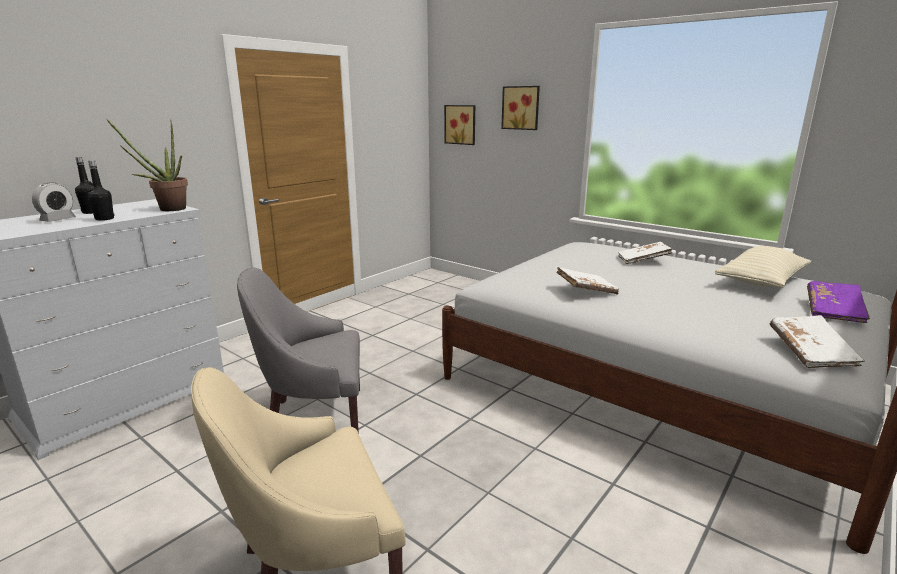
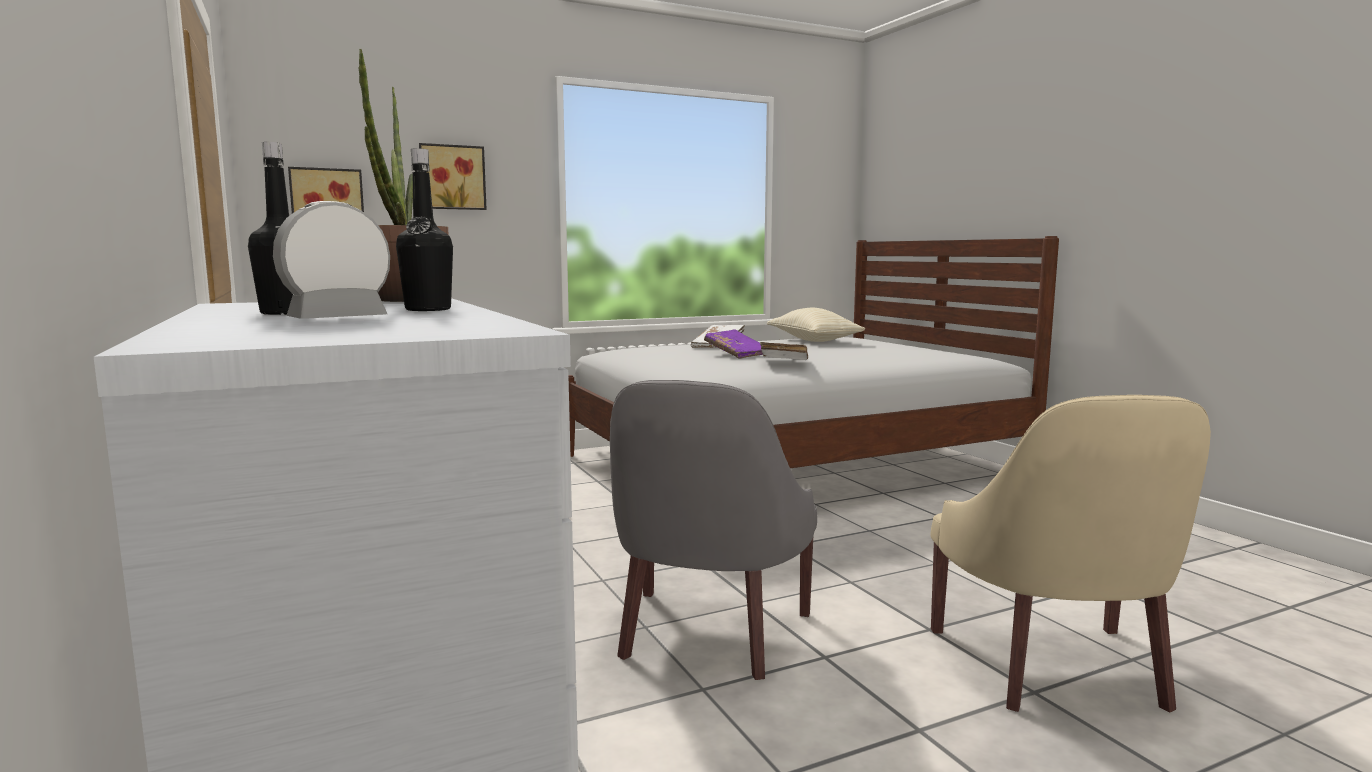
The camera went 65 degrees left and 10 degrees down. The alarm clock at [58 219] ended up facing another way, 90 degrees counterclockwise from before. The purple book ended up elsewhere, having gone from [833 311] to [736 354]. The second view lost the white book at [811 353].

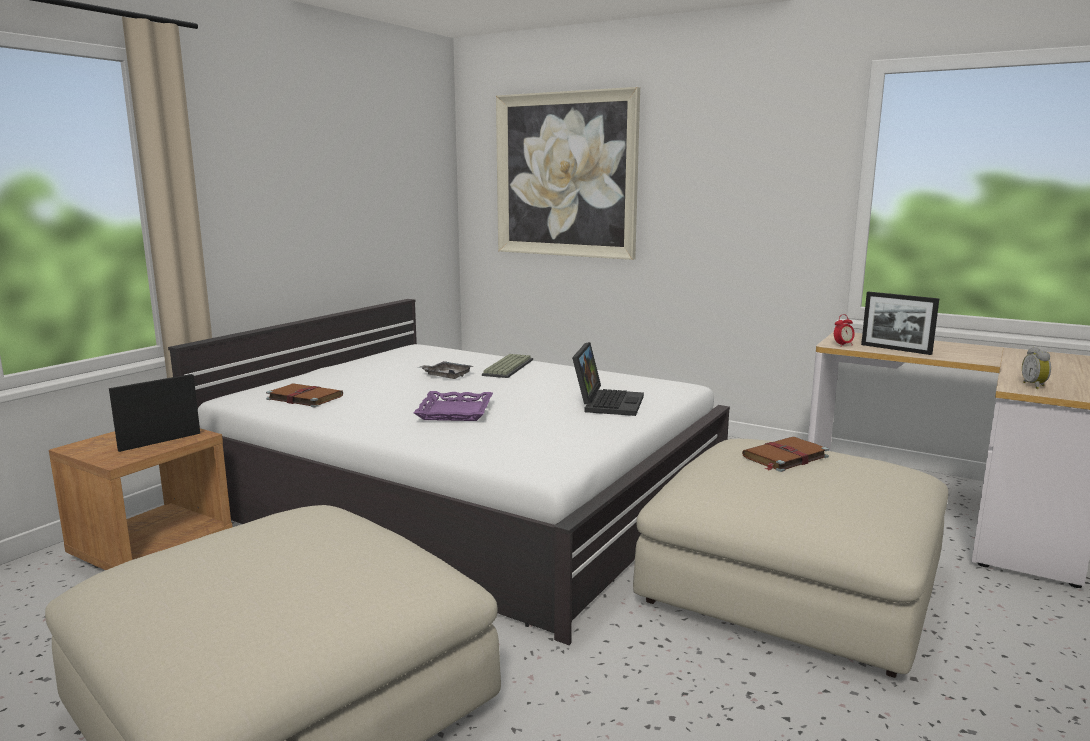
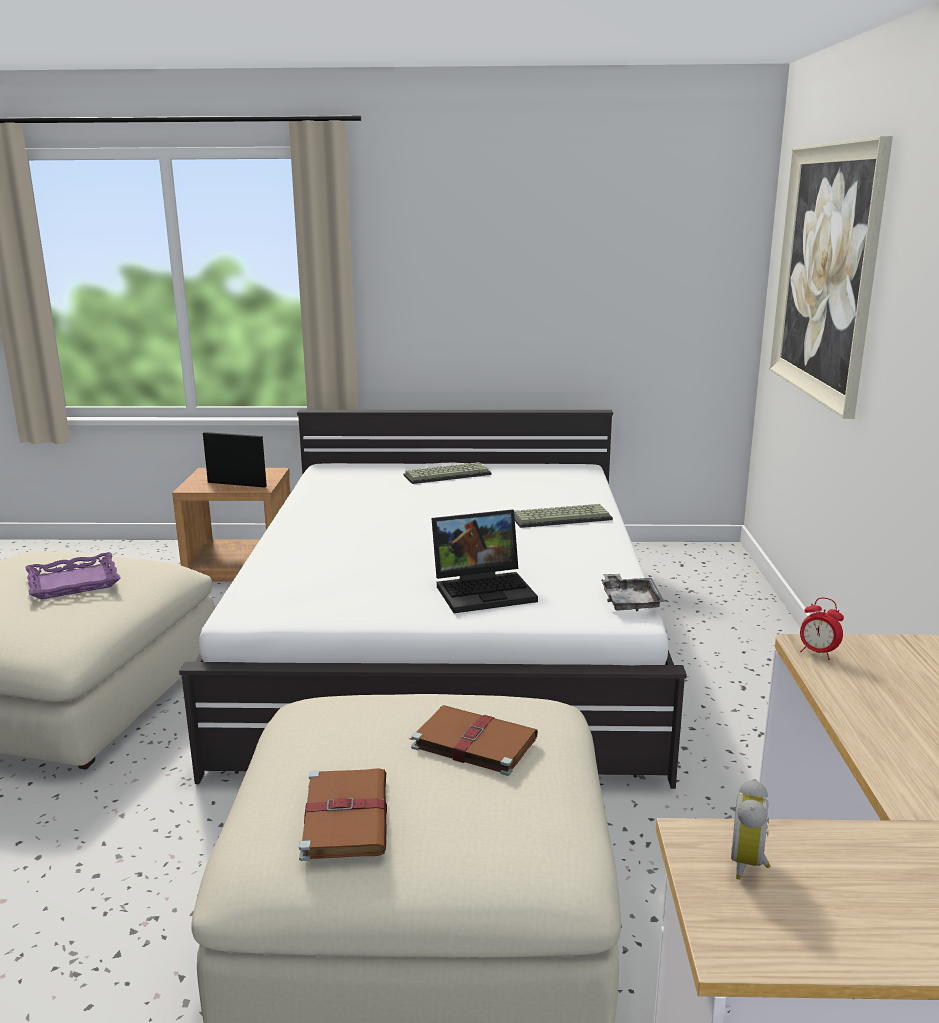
The camera went 60 degrees right and 5 degrees up. The purple tray ended up elsewhere, having gone from [455 412] to [73 582]. The brown book ended up elsewhere, having gone from [303 397] to [345 815]. The second view gained the keyboard at [447 474]. The grey tray ended up elsewhere, having gone from [446 376] to [629 601]. The alarm clock at [1035 386] ended up facing another way, 45 degrees counterclockwise from before. The second view lost the picture frame at [895 349].

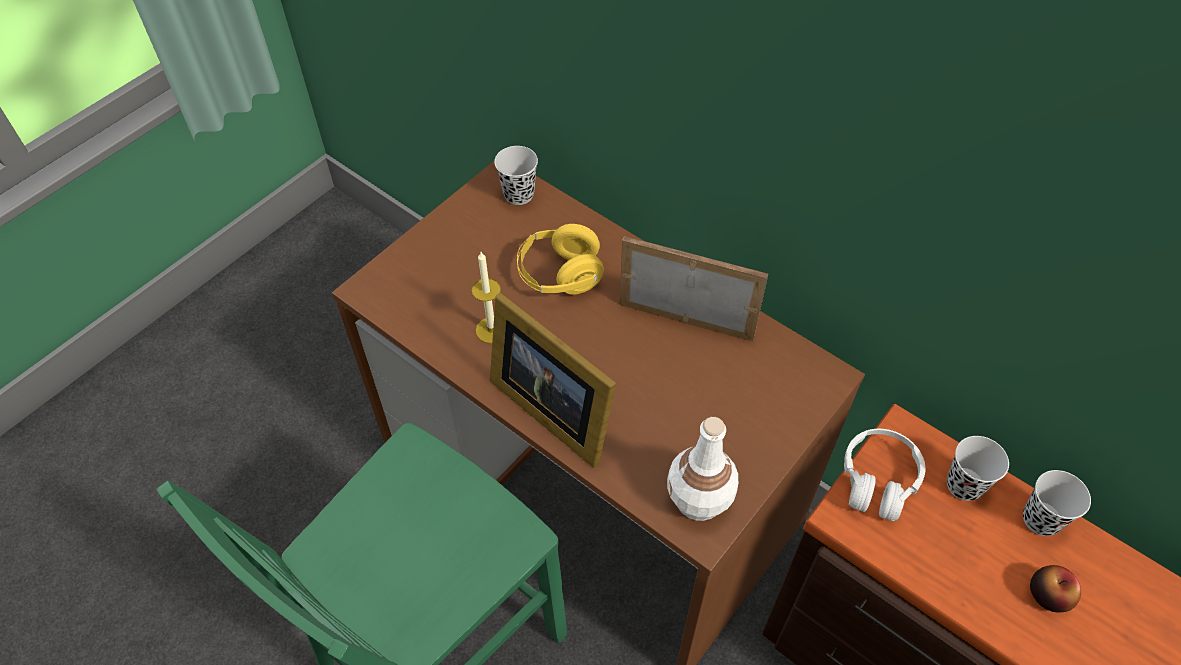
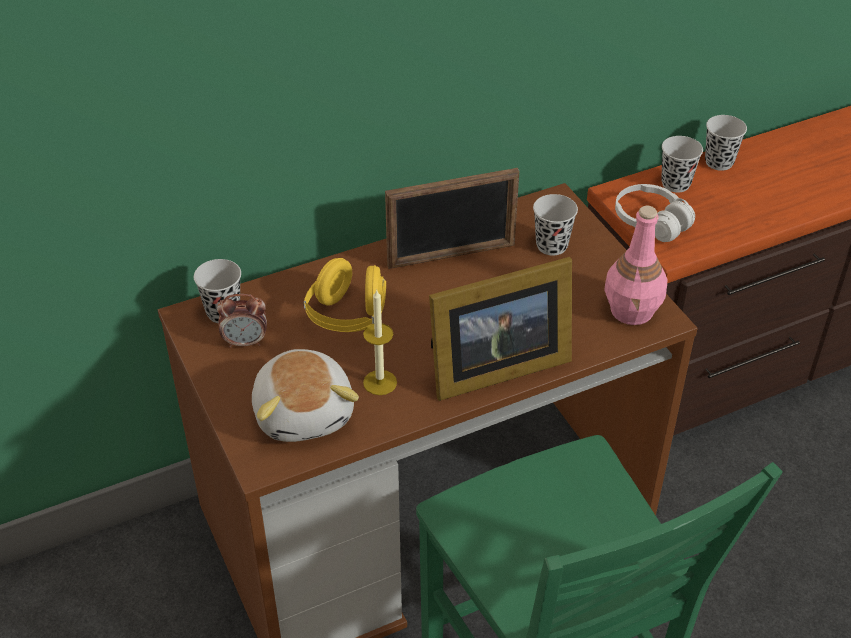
The camera went 65 degrees left and 10 degrees down. The second view gained the alarm clock at [245 342]. The second view gained the plush toy at [305 412]. The picture frame at [686 319] ended up facing another way, 150 degrees counterclockwise from before. The second view gained the black cup at [551 245]. What was the white bottle at [699 500] turned into the pink bottle at [632 310]. The second view lost the apple at [1048 595].

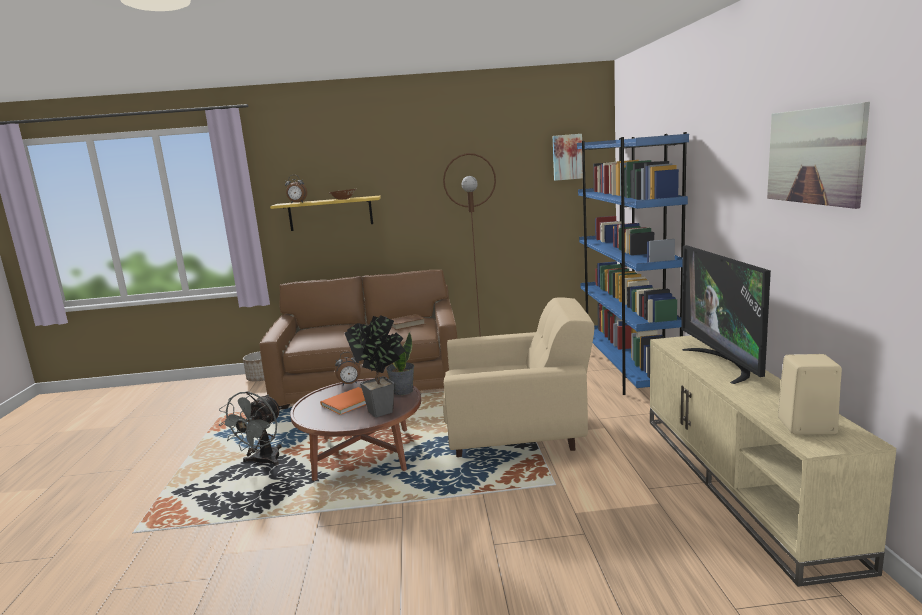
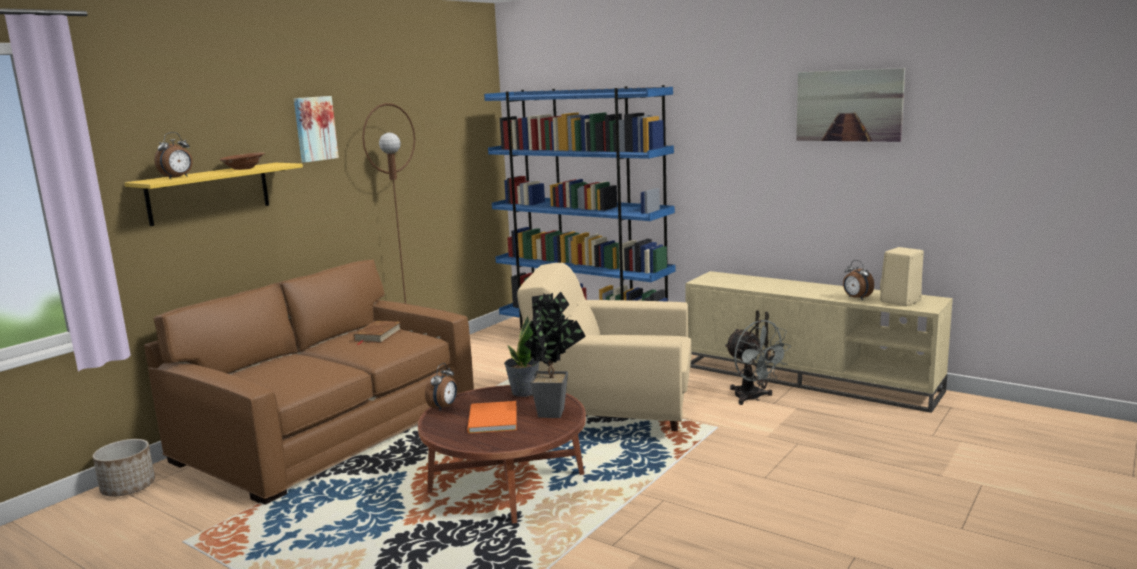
The camera went 50 degrees left and 0 degrees up. The picture ended up elsewhere, having gone from [567 157] to [314 128]. The beige armchair at [517 435] ended up facing another way, 120 degrees counterclockwise from before. The grey fan ended up elsewhere, having gone from [262 462] to [753 398]. The second view gained the alarm clock at [856 298]. The second view lost the television at [724 364].

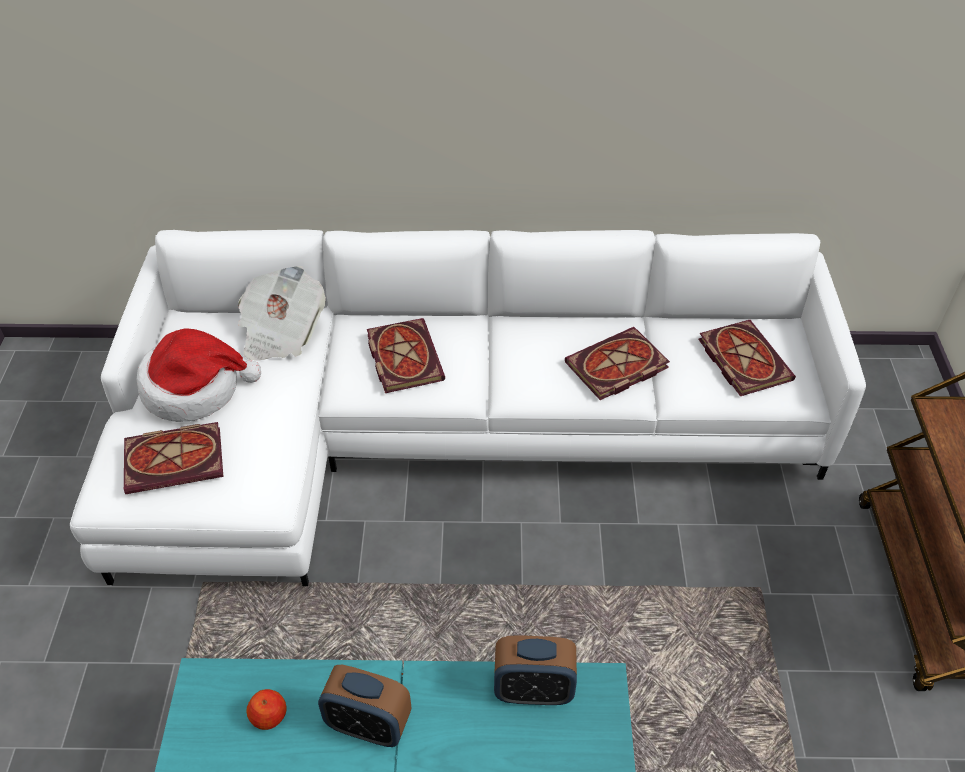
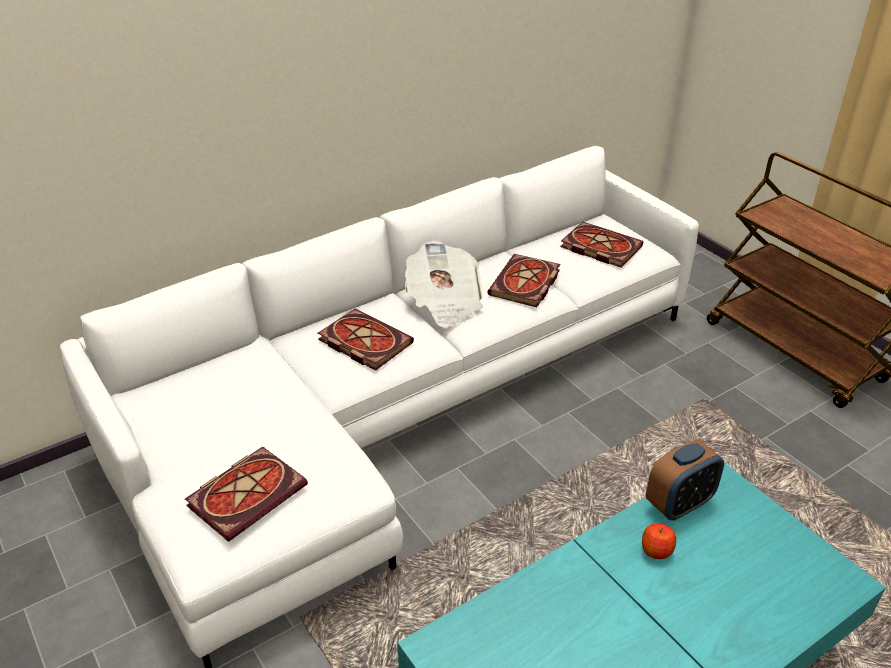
The camera went 35 degrees left and 10 degrees down. The newspaper ended up elsewhere, having gone from [281 331] to [444 302]. The apple ended up elsewhere, having gone from [269 716] to [656 550]. The second view lost the hat at [195 388]. The second view lost the alarm clock at [368 724].

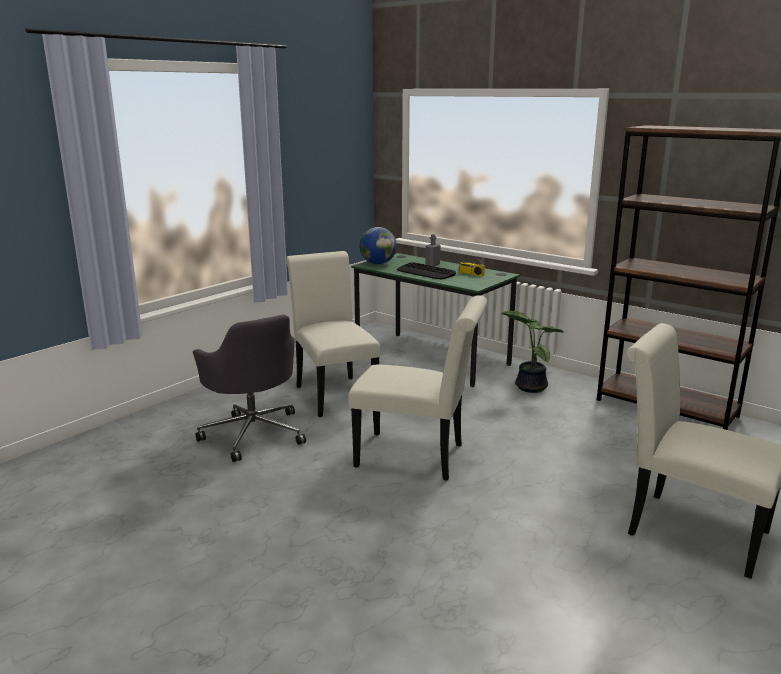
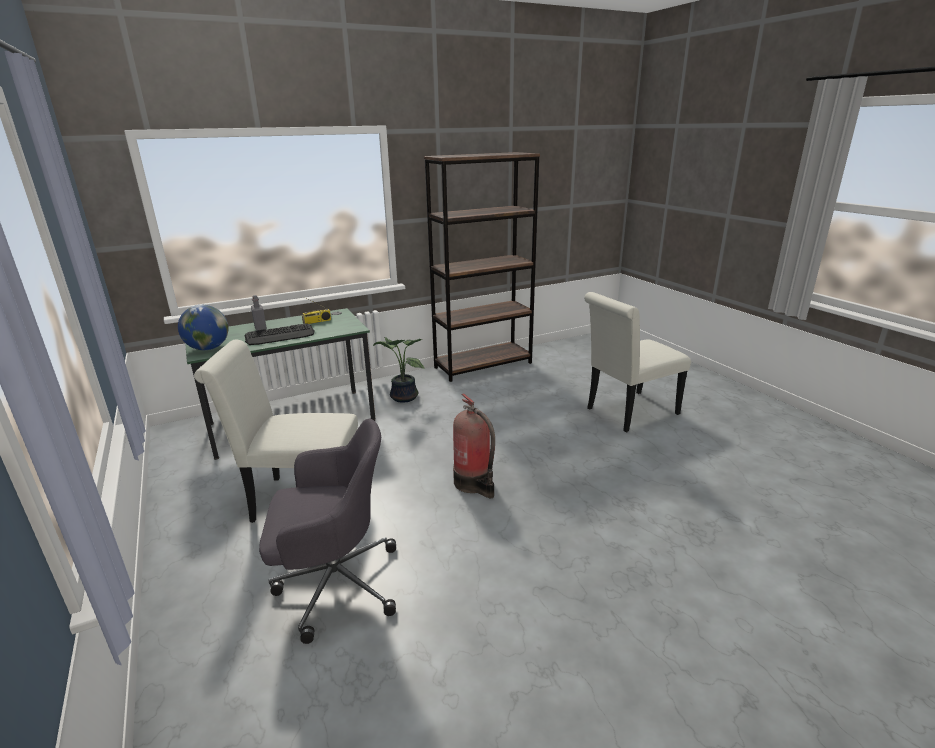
The camera went 65 degrees left and 5 degrees up. Where the white chair stood at [417 457], the fire extinguisher came to stand at [474 483].

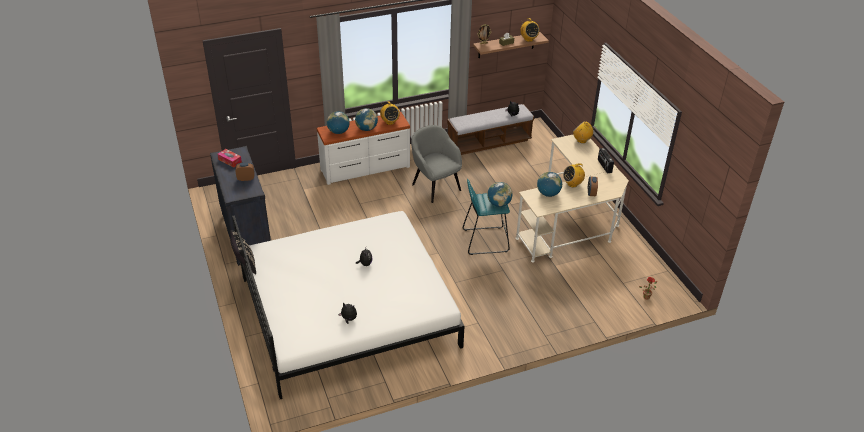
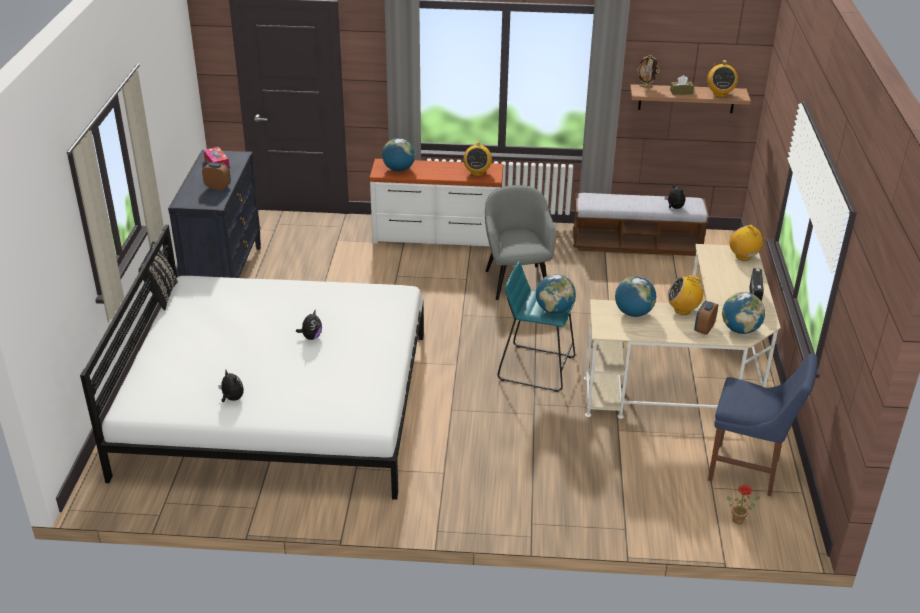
The camera went 25 degrees right and 5 degrees down. The second view gained the blue chair at [748 471]. The globe ended up elsewhere, having gone from [366 129] to [740 329].

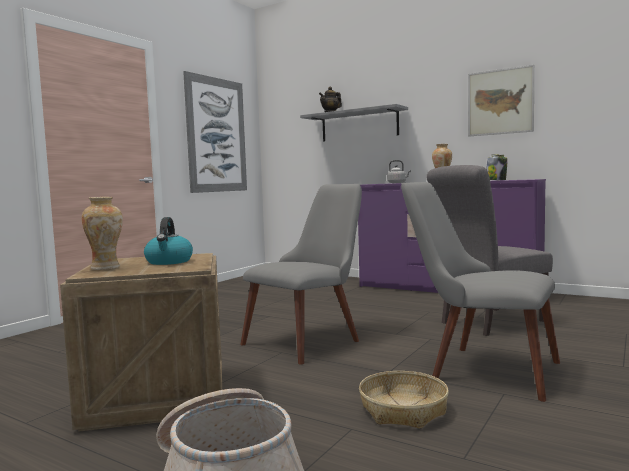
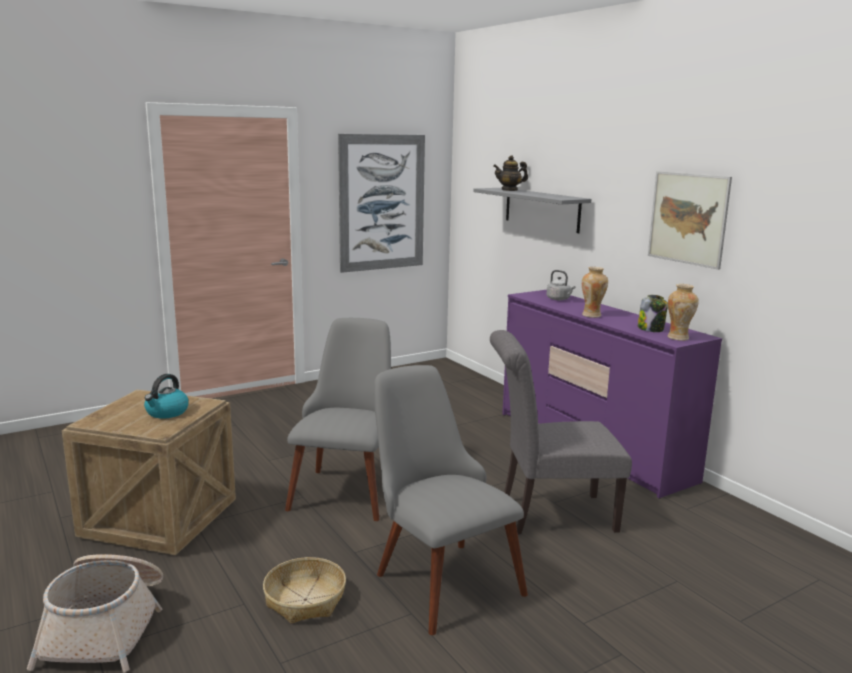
The camera went 25 degrees right and 10 degrees up. The grey chair at [311 339] ended up facing another way, 60 degrees counterclockwise from before. The vase ended up elsewhere, having gone from [106 268] to [678 338].

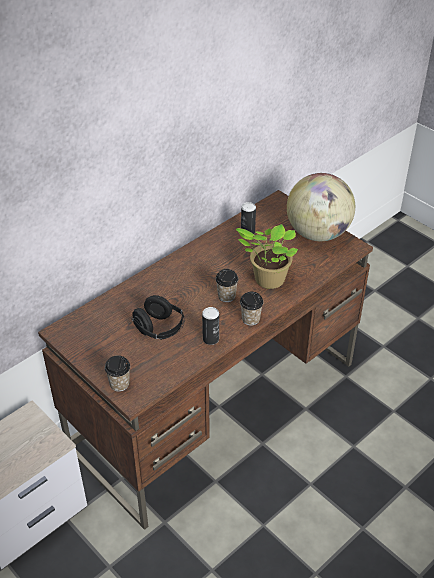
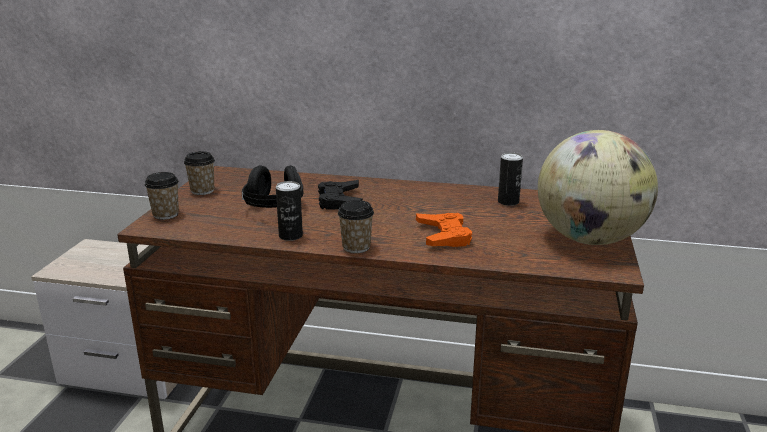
The camera went 55 degrees right and 20 degrees down. The cup ended up elsewhere, having gone from [226 296] to [202 191]. The second view gained the black game controller at [339 200]. Where the potted plant stood at [267 279], the orange game controller came to stand at [443 235].

